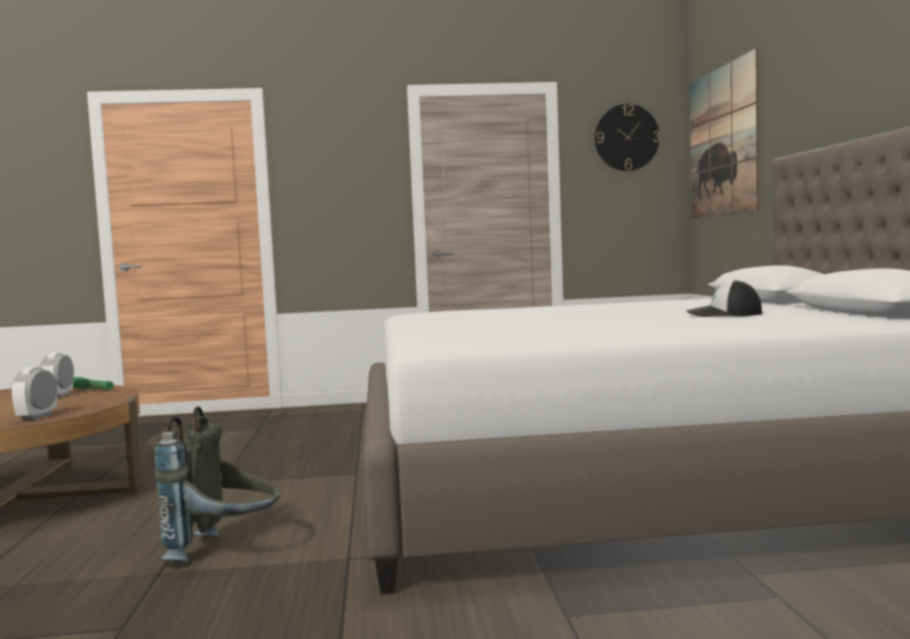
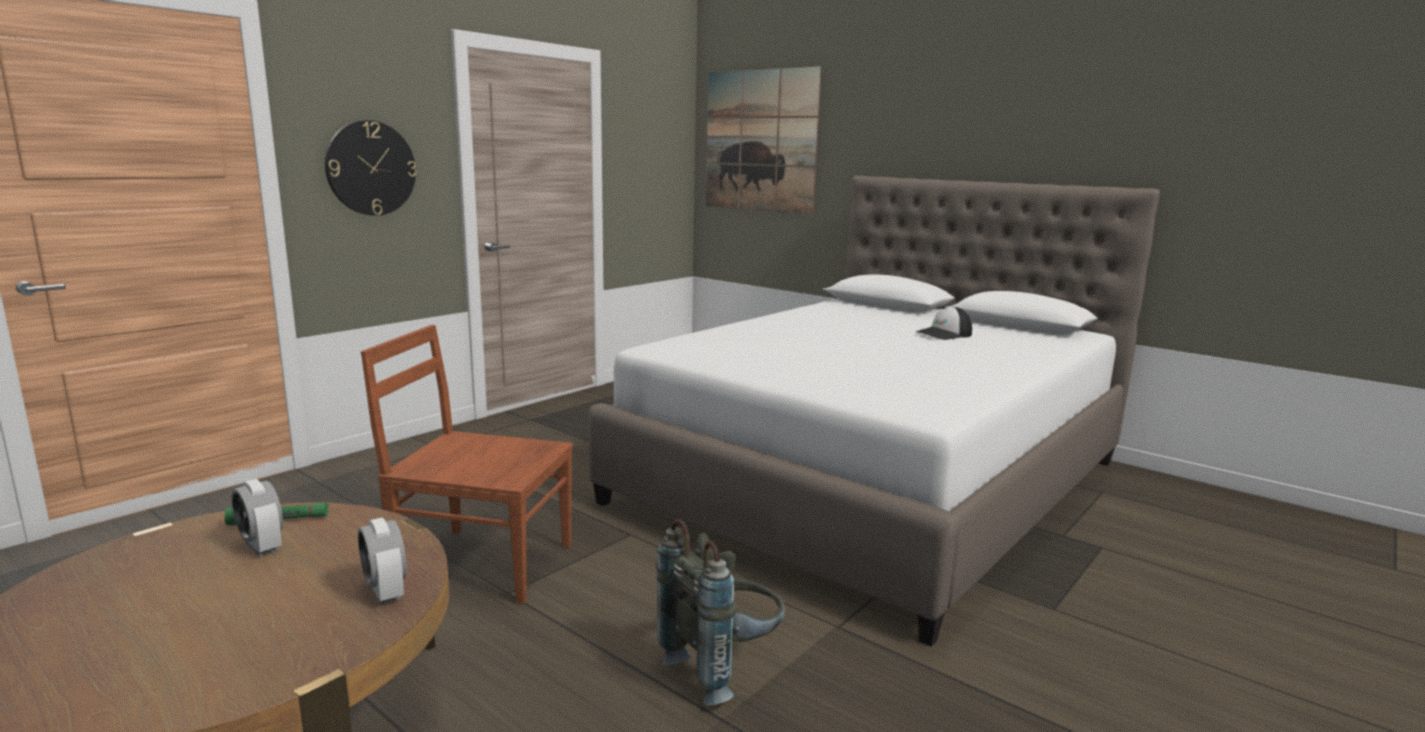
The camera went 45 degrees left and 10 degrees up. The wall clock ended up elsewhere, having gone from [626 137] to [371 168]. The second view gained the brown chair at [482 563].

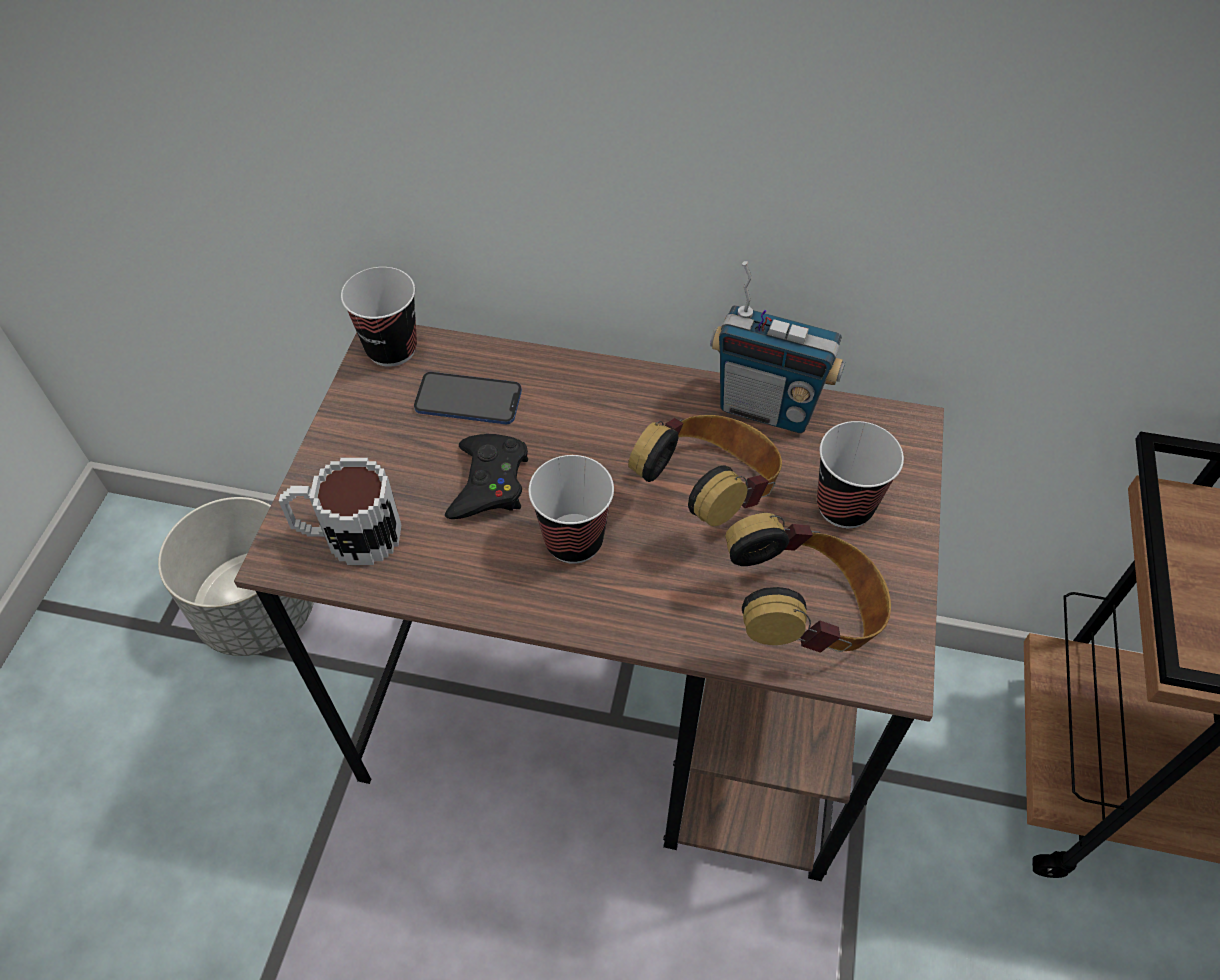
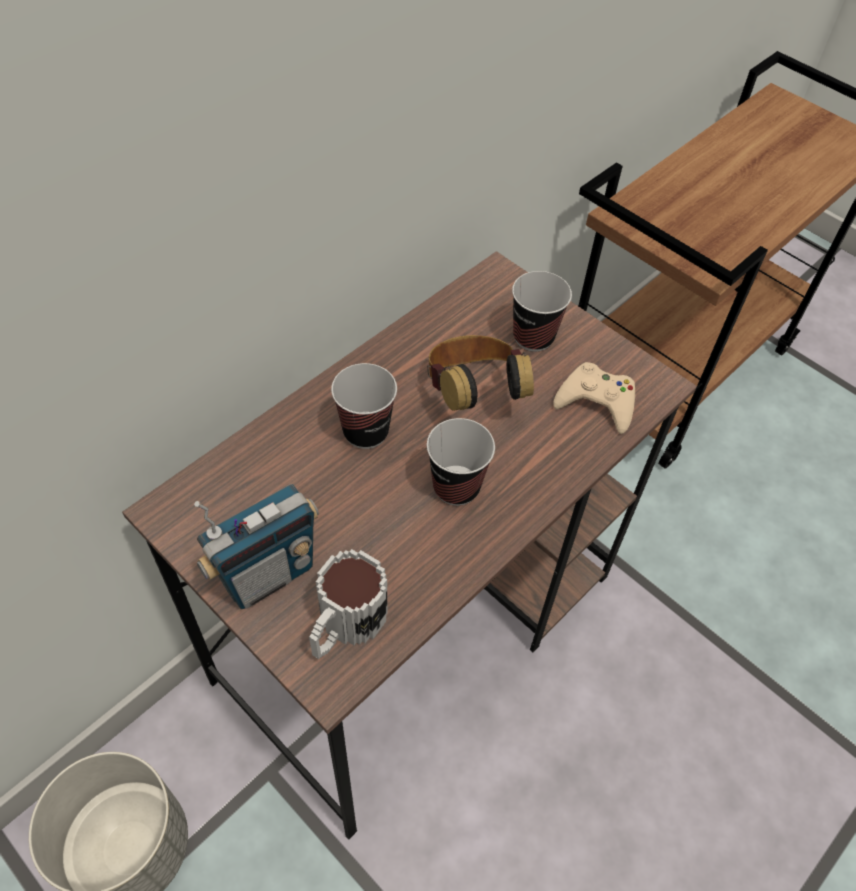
The camera went 60 degrees left and 0 degrees up. The radio ended up elsewhere, having gone from [767 408] to [267 574]. The cup ended up elsewhere, having gone from [391 349] to [366 431]. Where the headphones stood at [804 615], the beige game controller came to stand at [596 402]. The second view lost the phone at [468 400]. The second view lost the black game controller at [489 483].

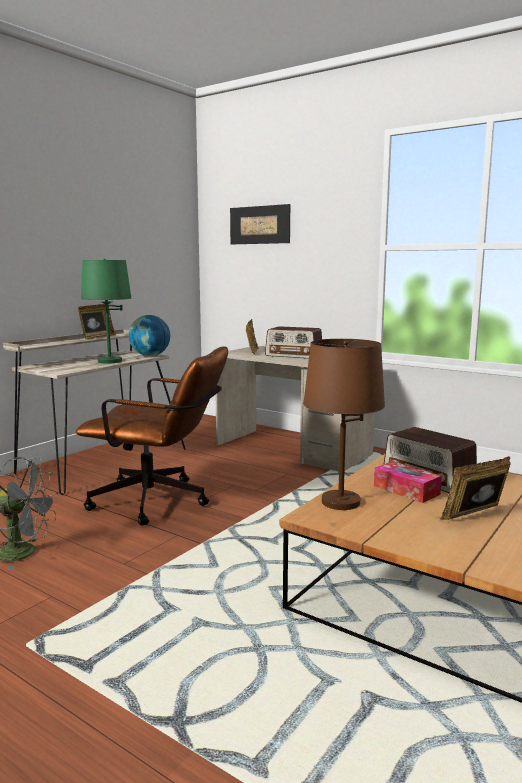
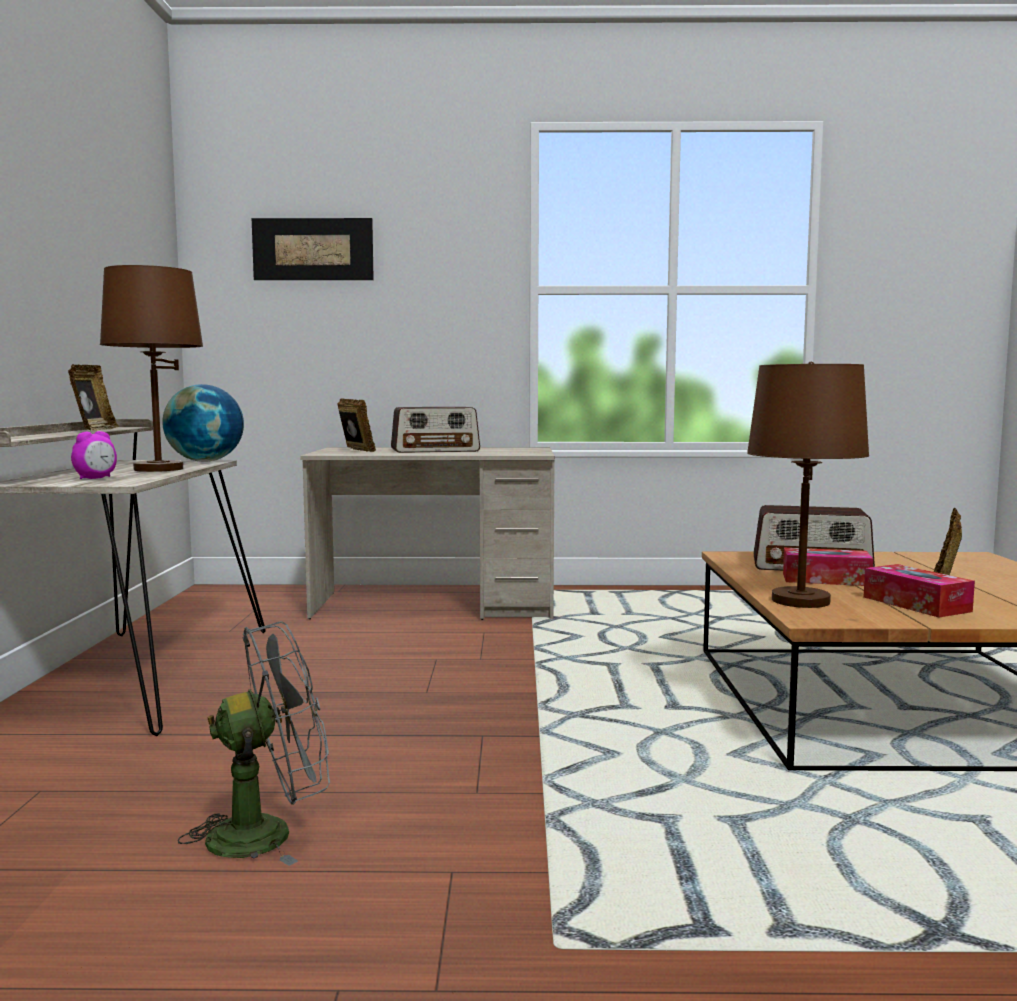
The camera went 35 degrees left and 5 degrees down. The second view gained the alarm clock at [96 478]. What was the green table lamp at [109 361] turned into the brown table lamp at [159 469]. The second view gained the tissue box at [916 604]. The second view lost the brown office chair at [160 502].

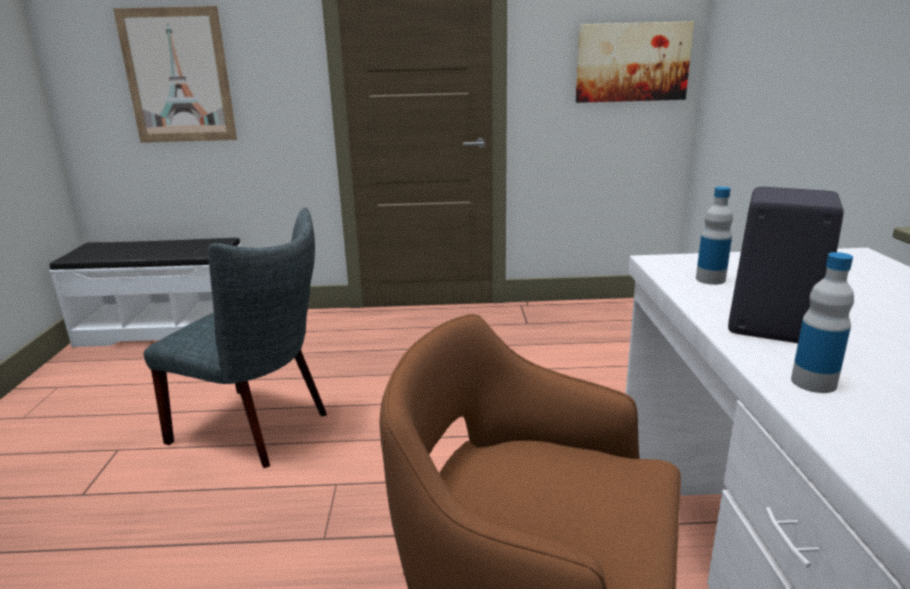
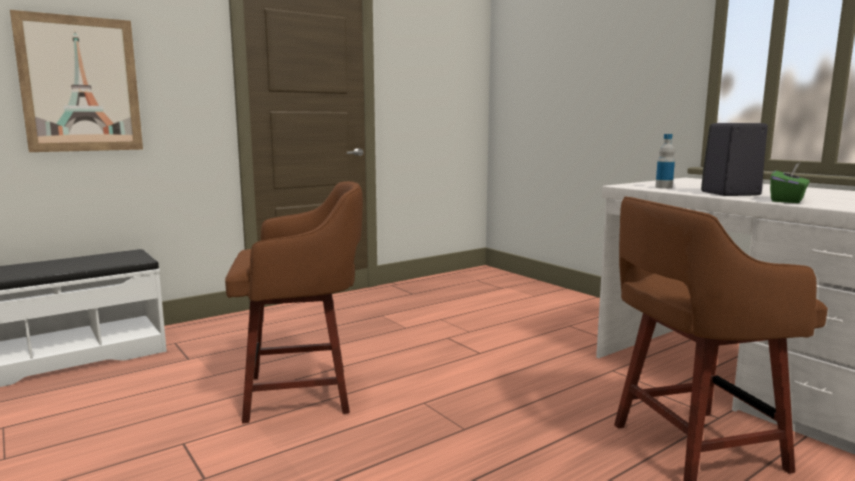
The camera went 35 degrees left and 10 degrees down. Where the grey chair stood at [258 428], the brown stool came to stand at [303 393]. Where the bottle stood at [813 382], the green tissue box came to stand at [787 200]. The second view lost the picture at [632 62].

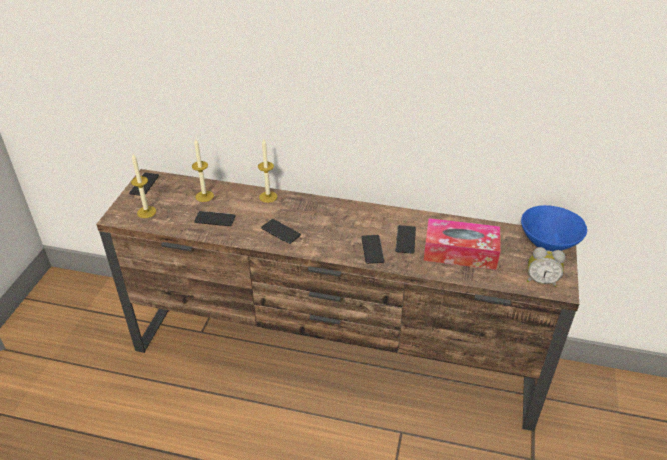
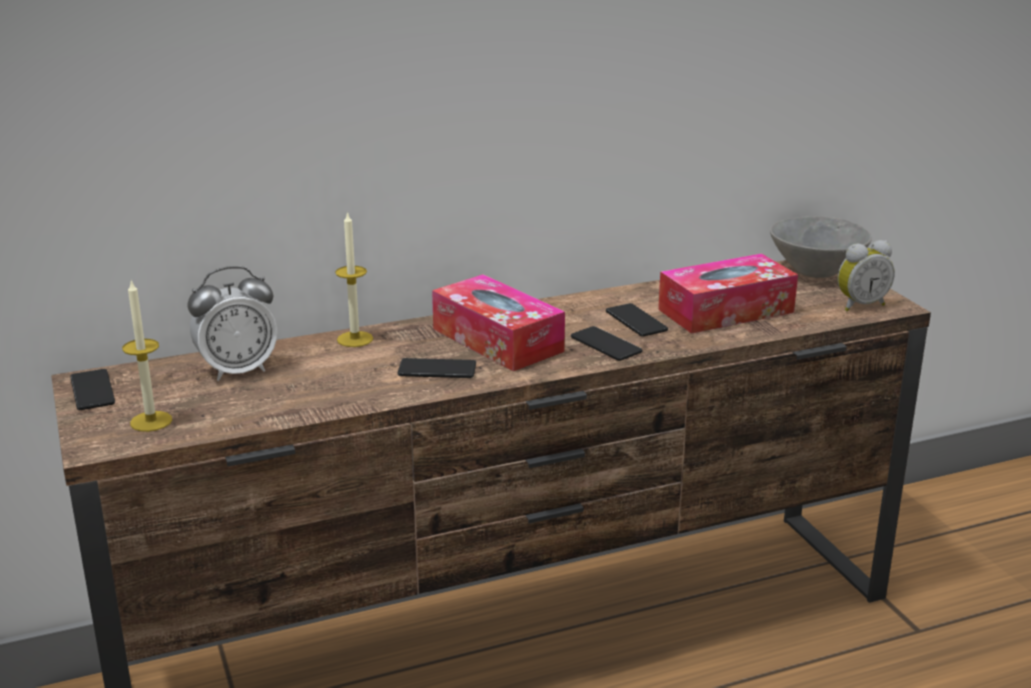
The camera went 35 degrees left and 15 degrees down. Where the candle stood at [204 196], the alarm clock came to stand at [237 370]. The second view gained the tissue box at [497 340]. What was the blue bowl at [549 244] turned into the grey bowl at [817 271]. The second view lost the phone at [215 219].

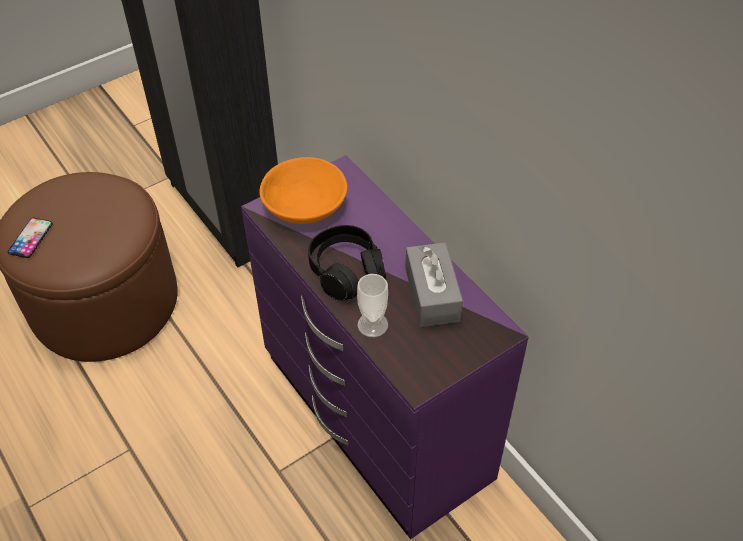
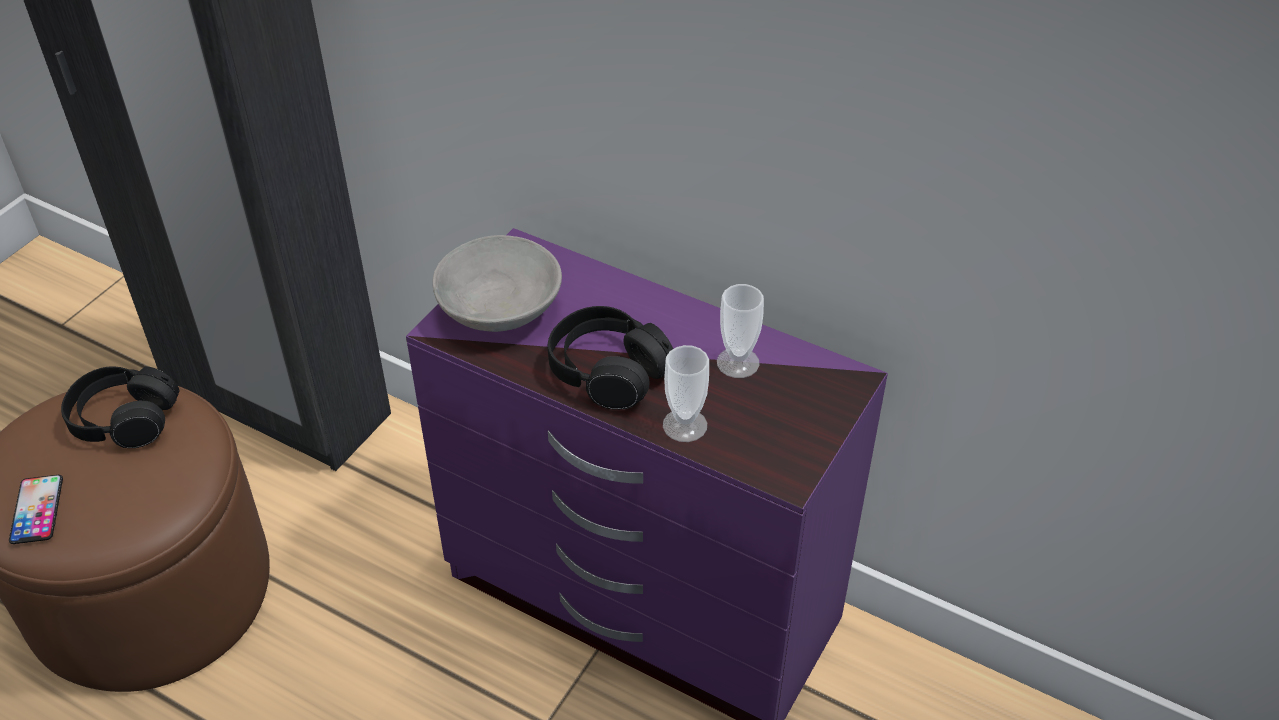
The camera went 25 degrees left and 5 degrees down. The second view gained the black headphones at [124 419]. What was the orange bowl at [304 207] turned into the grey bowl at [499 310]. Where the grey tissue box stood at [432 294], the cup came to stand at [738 363].

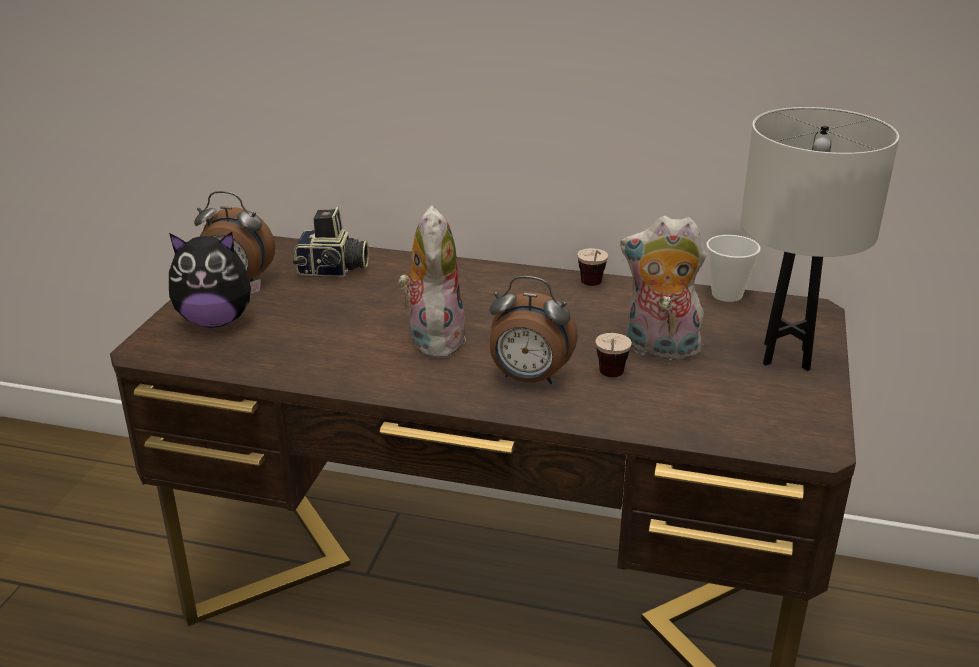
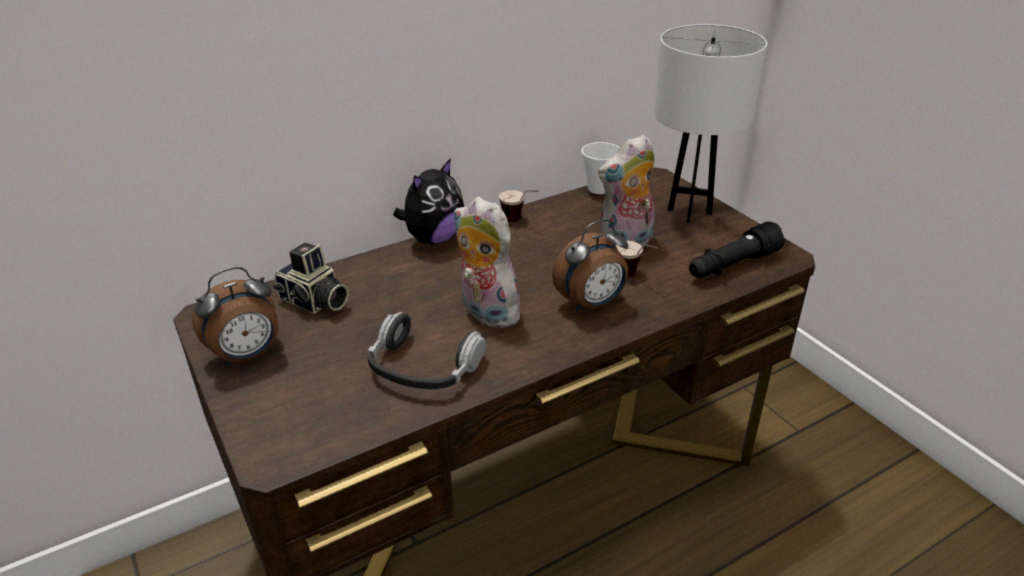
The camera went 45 degrees left and 5 degrees up. The photo camera at [332 270] ended up facing another way, 75 degrees clockwise from before. The second view gained the headphones at [423 367]. The plush toy ended up elsewhere, having gone from [216 321] to [433 238]. The second view gained the black flashlight at [731 266].

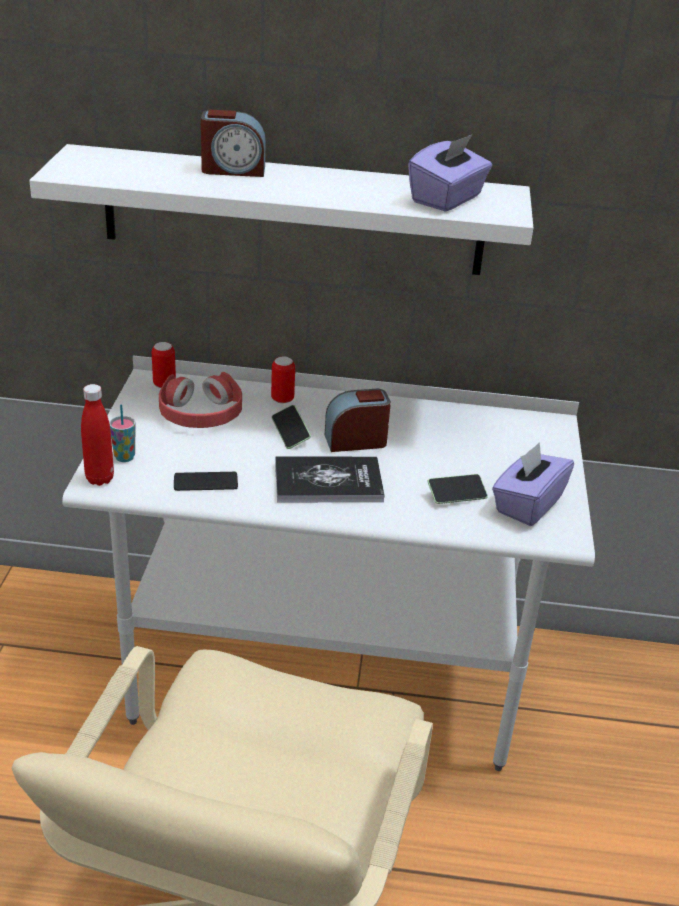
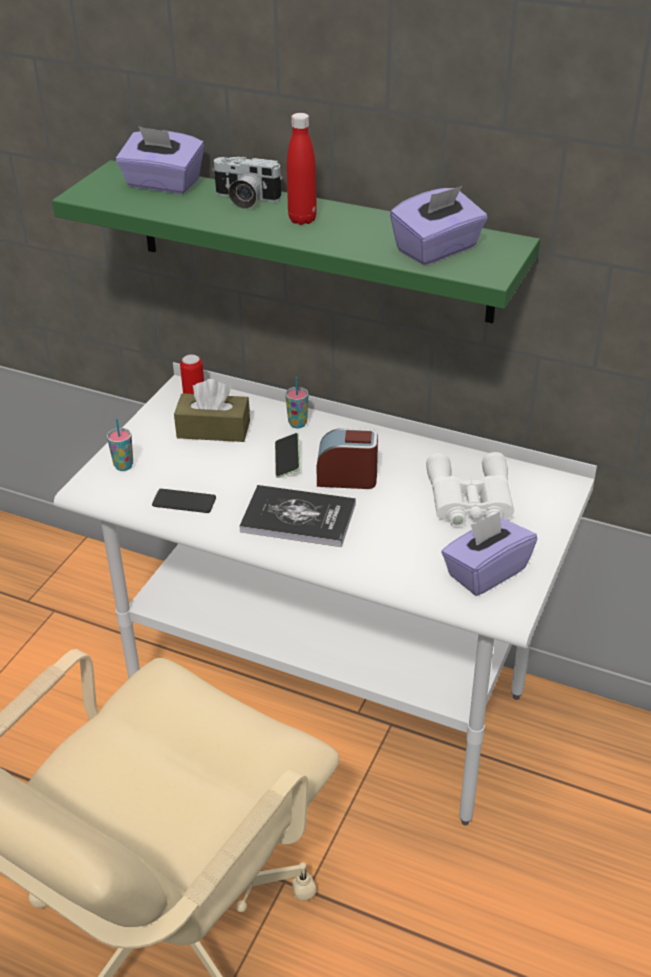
The camera went 20 degrees right and 5 degrees up. What was the white shelf at [293 211] turned into the green shelf at [311 241]. The second view gained the purple tissue box at [163 184]. Where the red headphones stood at [201 413], the brown tissue box came to stand at [213 429]. Where the alarm clock stood at [233 170], the photo camera came to stand at [245 200]. Where the can stood at [282 399], the cup came to stand at [297 424]. The red bottle ended up elsewhere, having gone from [99 479] to [302 220]. The second view gained the white binoculars at [469 500]. The second view lost the phone at [456 496].

